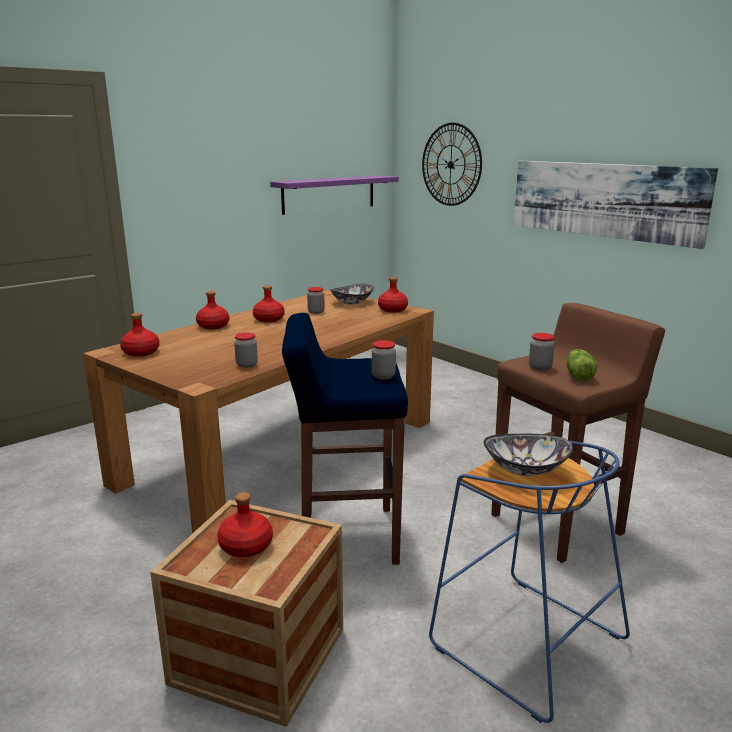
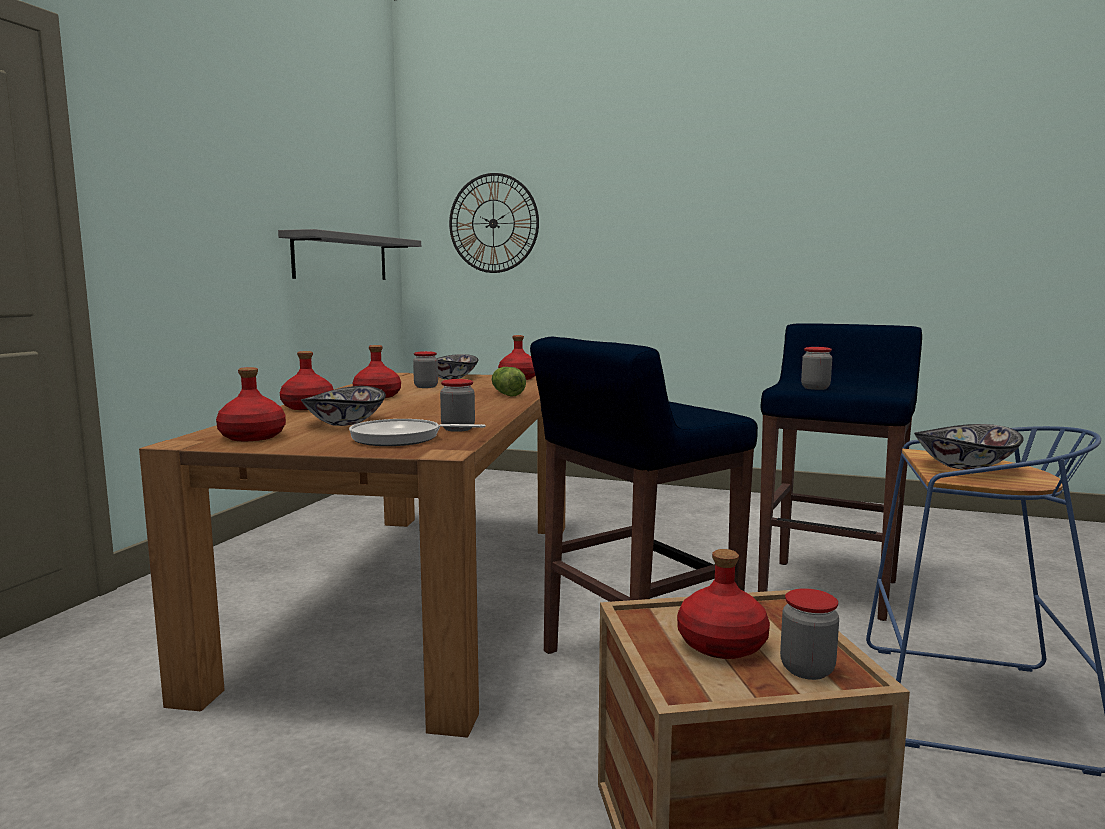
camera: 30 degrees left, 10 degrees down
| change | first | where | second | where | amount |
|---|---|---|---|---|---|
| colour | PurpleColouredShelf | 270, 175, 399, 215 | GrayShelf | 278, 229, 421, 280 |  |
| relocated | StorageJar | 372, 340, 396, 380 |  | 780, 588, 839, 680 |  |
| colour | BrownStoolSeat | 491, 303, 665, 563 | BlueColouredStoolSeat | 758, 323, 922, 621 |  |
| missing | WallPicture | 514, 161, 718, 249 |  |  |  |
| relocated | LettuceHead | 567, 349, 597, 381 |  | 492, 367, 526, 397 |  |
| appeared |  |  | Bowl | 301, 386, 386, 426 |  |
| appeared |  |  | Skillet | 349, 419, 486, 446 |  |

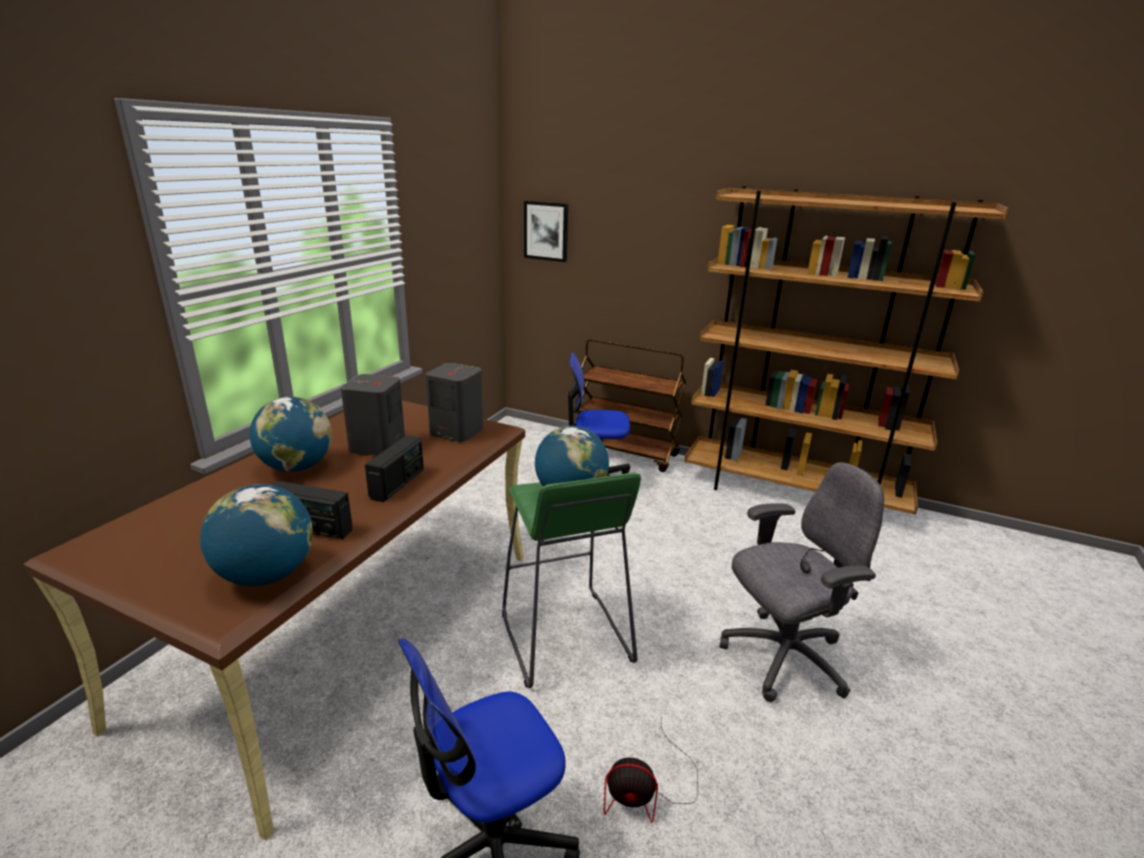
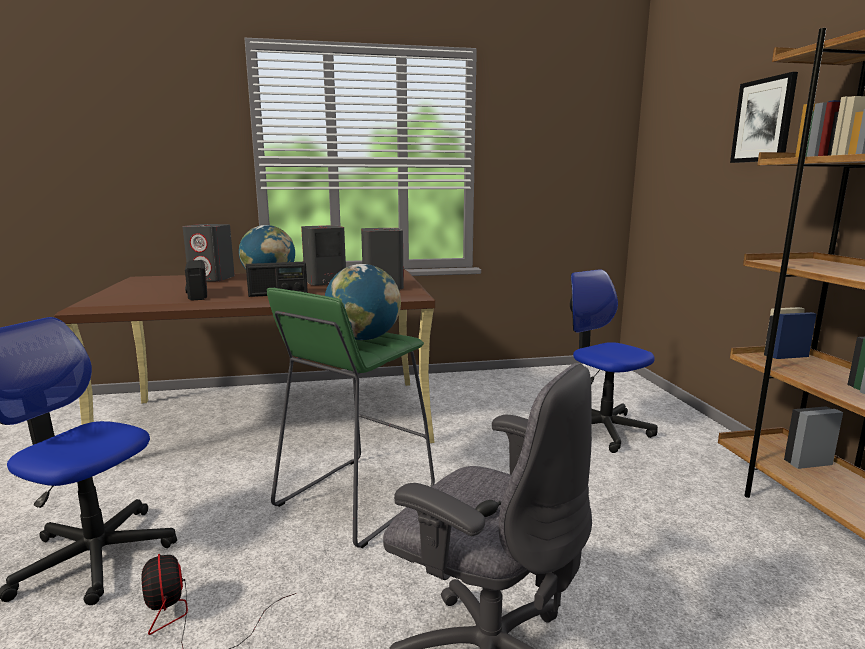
camera: 55 degrees right, 10 degrees down
| change | first | where | second | where | amount |
|---|---|---|---|---|---|
| missing | WorldGlobe | 200, 484, 313, 586 |  |  |  |
| relocated | WallPicture | 524, 201, 568, 262 |  | 730, 72, 798, 163 |  |
| missing | BrownCart | 577, 339, 686, 472 |  |  |  |
| appeared |  |  | GrayLoudspeaker | 182, 224, 235, 282 |  |

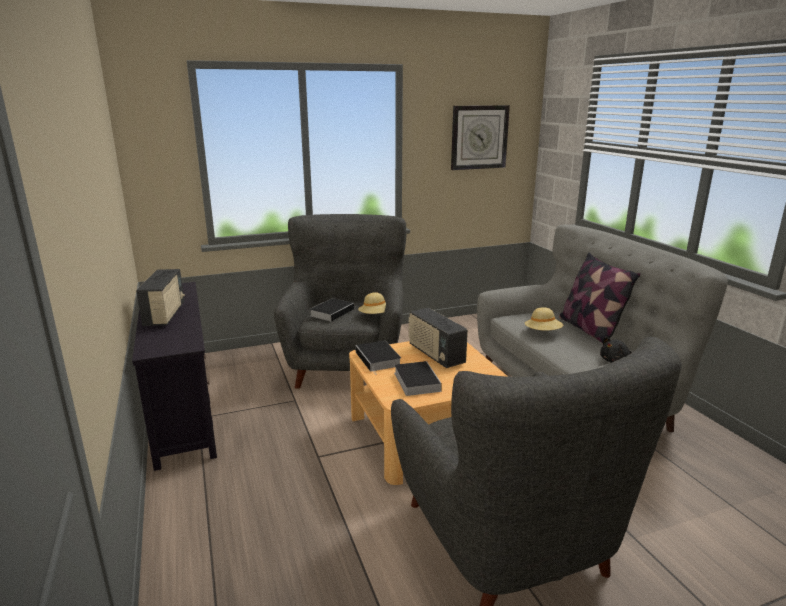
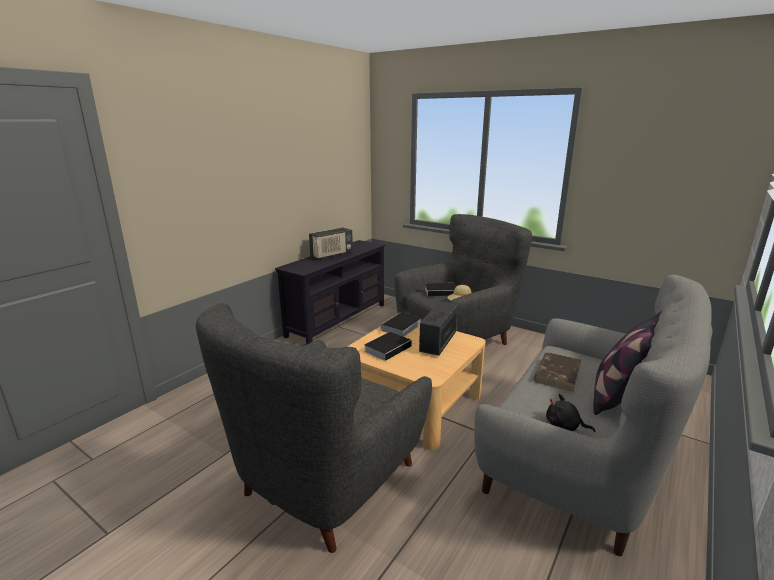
camera: 55 degrees right, 0 degrees up
| change | first | where | second | where | amount |
|---|---|---|---|---|---|
| missing | WallClock | 451, 105, 510, 170 |  |  |  |
| exchanged | BeigeColouredClothingHat | 525, 307, 564, 330 | BrownVolume | 534, 352, 581, 392 |  |

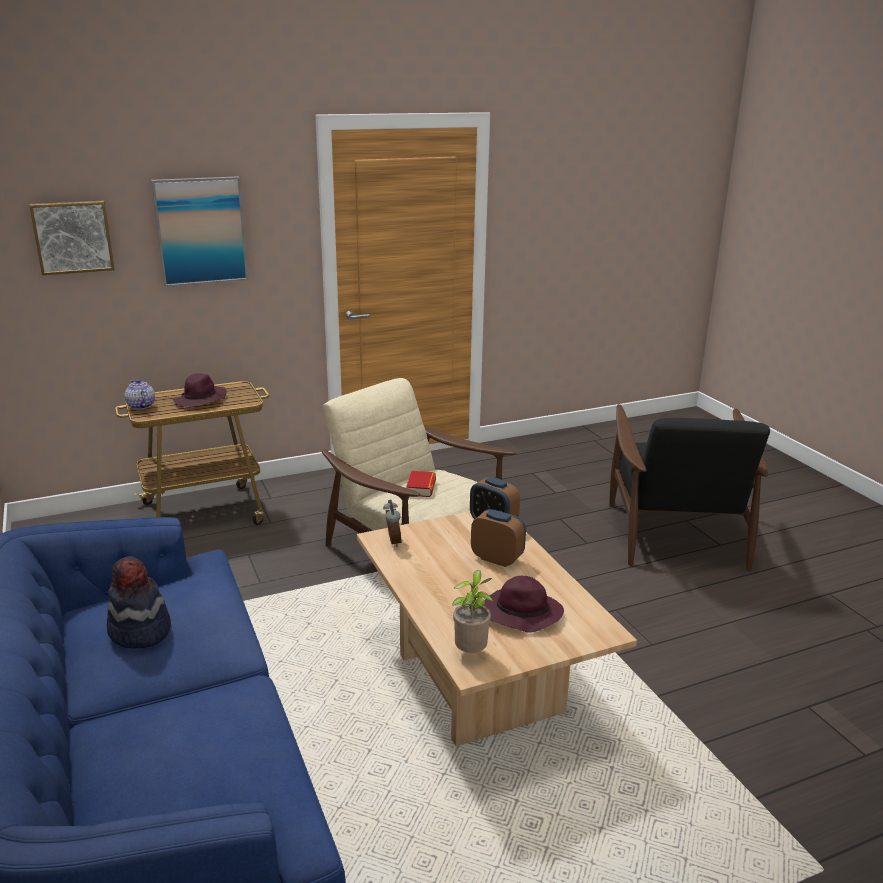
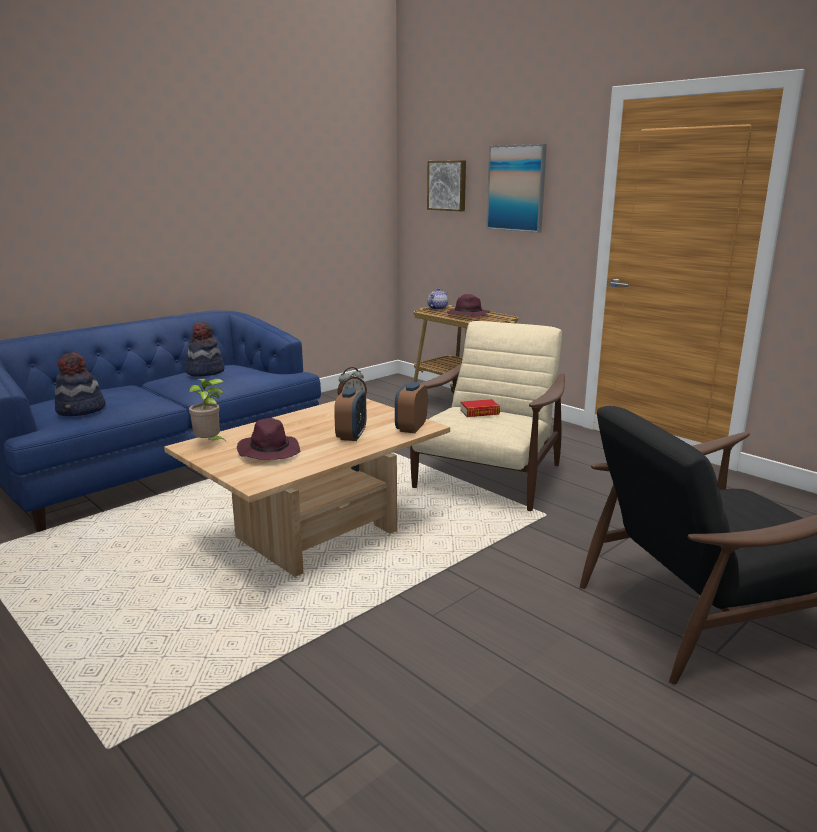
camera: 70 degrees right, 5 degrees down
| change | first | where | second | where | amount |
|---|---|---|---|---|---|
| appeared |  |  | ClothingHat | 55, 352, 106, 416 |  |

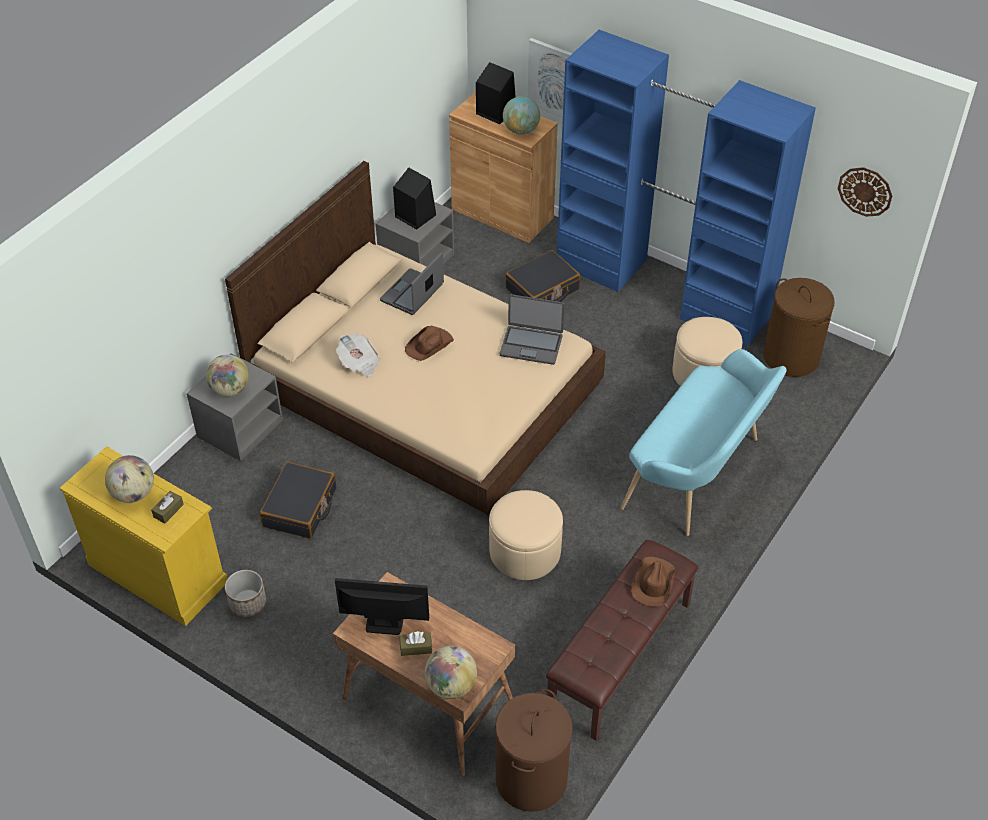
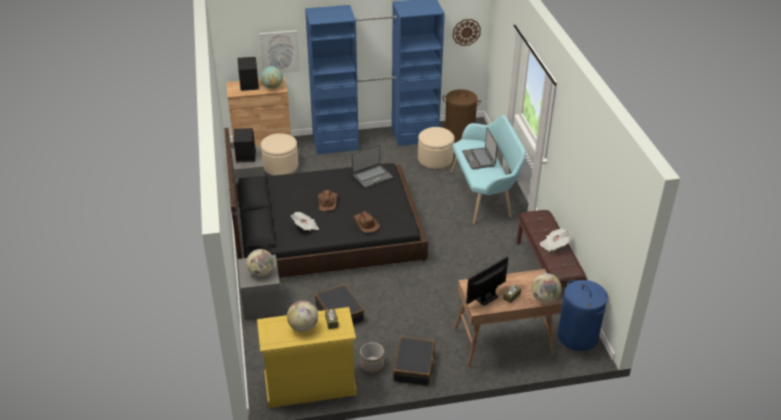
camera: 45 degrees left, 10 degrees down
| change | first | where | second | where | amount |
|---|---|---|---|---|---|
| colour | BeigeColouredSleepingBed | 225, 161, 606, 515 | BlackColouredSleepingBed | 224, 128, 428, 278 |  |
| relocated | NotebookComputer | 380, 252, 444, 315 |  | 462, 127, 498, 169 |  |
| relocated | BeigeColouredPouffe | 489, 490, 563, 580 |  | 261, 133, 298, 175 |  |
| colour | BrownLaundryBasket | 495, 689, 573, 812 | BlueColouredLaundryBasket | 558, 280, 608, 351 |  |
| relocated | BlackColouredTravelCase | 505, 250, 580, 302 |  | 393, 337, 435, 386 |  |
| relocated | BrownClothingHat | 631, 557, 676, 607 |  | 353, 211, 380, 233 |  |
| appeared |  |  | DailyPaper | 540, 228, 571, 252 |  |

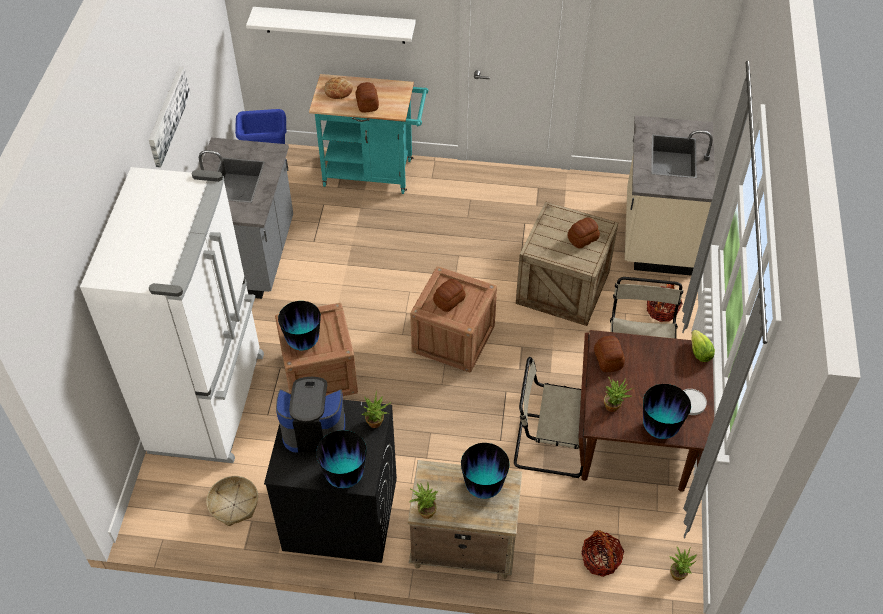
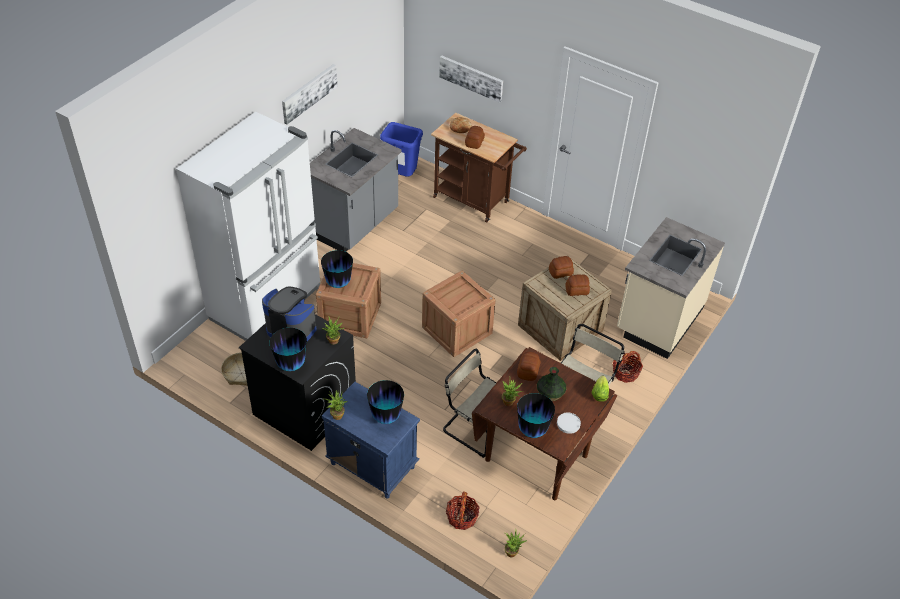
camera: 25 degrees right, 5 degrees down
| change | first | where | second | where | amount |
|---|---|---|---|---|---|
| exchanged | WhiteColouredShelf | 246, 7, 416, 44 | WallPicture | 439, 56, 503, 103 |  |
| colour | TurquoiseCart | 309, 74, 428, 194 | BrownCart | 431, 113, 527, 223 |  |
| colour | BeigeColouredNightstand | 408, 460, 522, 579 | BlueColouredNightstand | 322, 382, 420, 499 |  |
| relocated | BakedBread | 433, 279, 466, 312 |  | 549, 256, 574, 279 |  |
| appeared |  |  | Vase | 537, 367, 567, 401 |  |

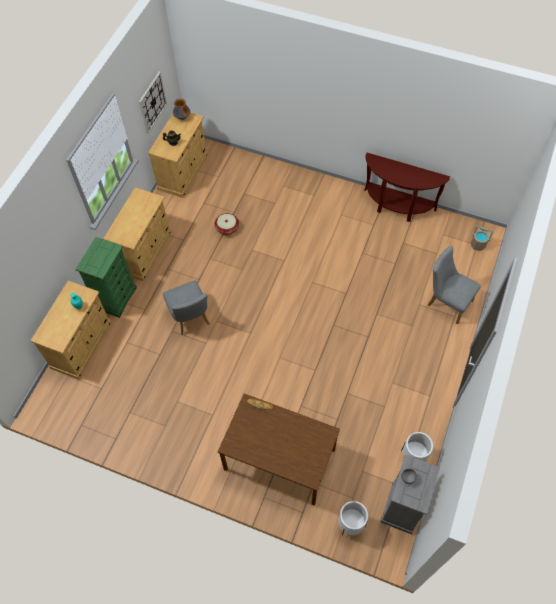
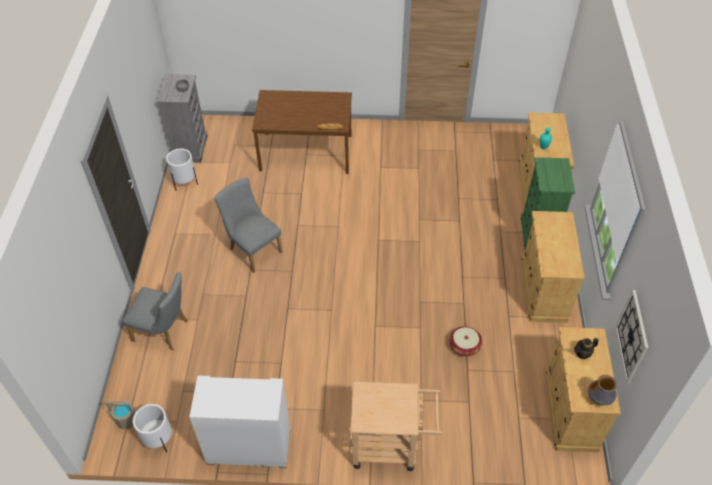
camera: 160 degrees right, 10 degrees down
| change | first | where | second | where | amount |
|---|---|---|---|---|---|
| relocated | GrayChair | 163, 280, 210, 335 |  | 214, 177, 283, 273 |  |
| relocated | WhiteColouredFlowerPot | 338, 501, 368, 536 |  | 133, 404, 172, 452 |  |
| exchanged | BrownHallTable | 365, 153, 450, 222 | WhiteColouredStorageCabinet | 189, 376, 290, 468 |  |
| appeared |  |  | BeigeColouredCart | 349, 381, 442, 471 |  |

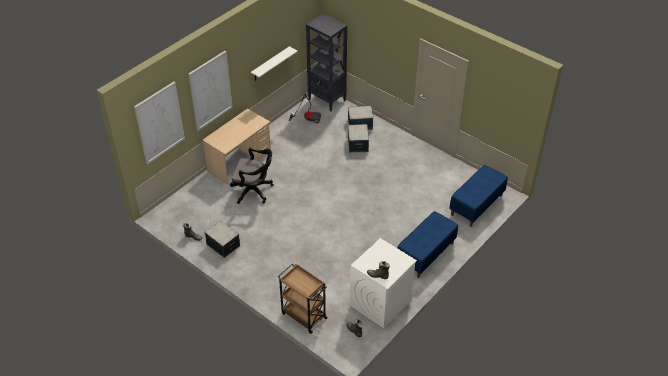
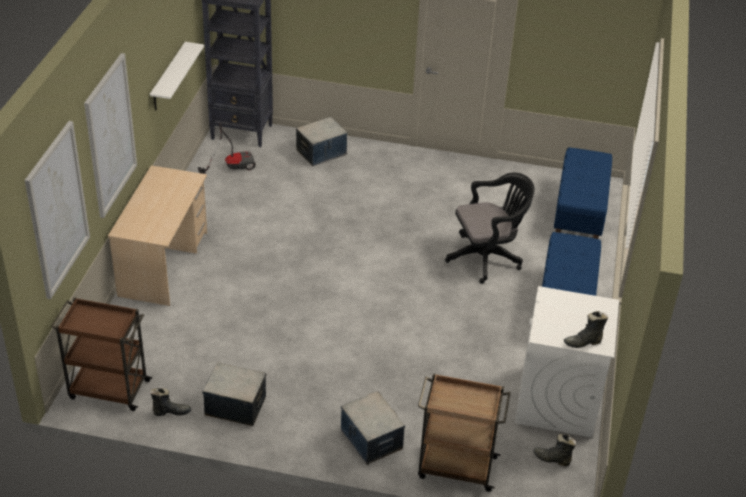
camera: 30 degrees left, 5 degrees down
| change | first | where | second | where | amount |
|---|---|---|---|---|---|
| relocated | BlackColouredComputerChair | 230, 148, 274, 204 |  | 445, 173, 535, 284 |  |
| relocated | StorageBox | 348, 124, 369, 153 |  | 341, 391, 405, 465 |  |
| appeared |  |  | BrownCart | 51, 298, 153, 411 |  |

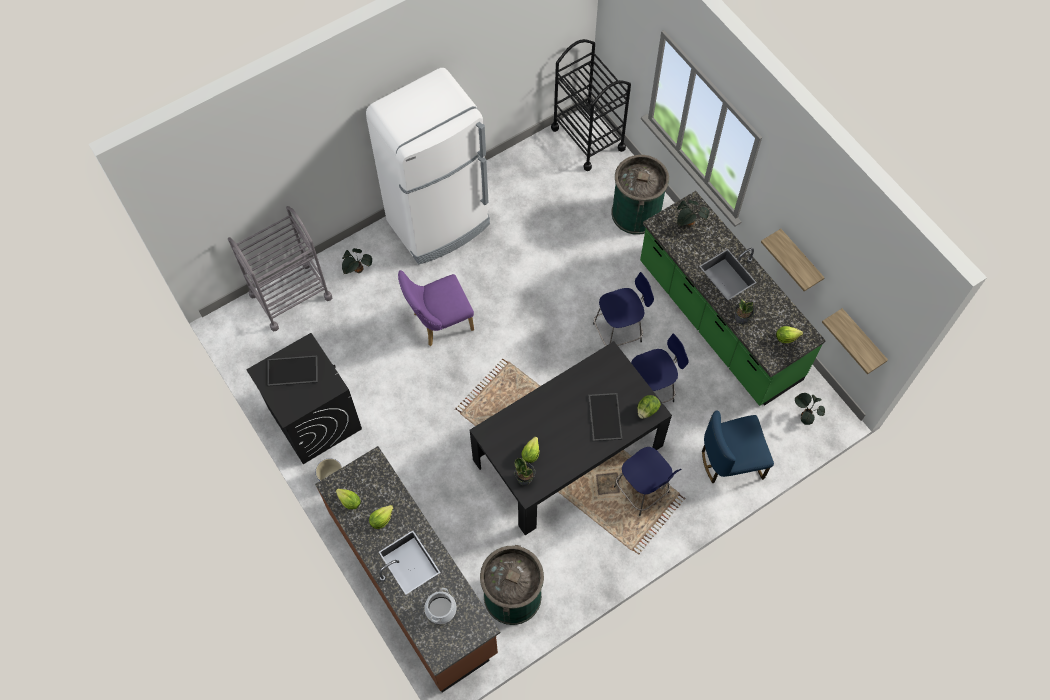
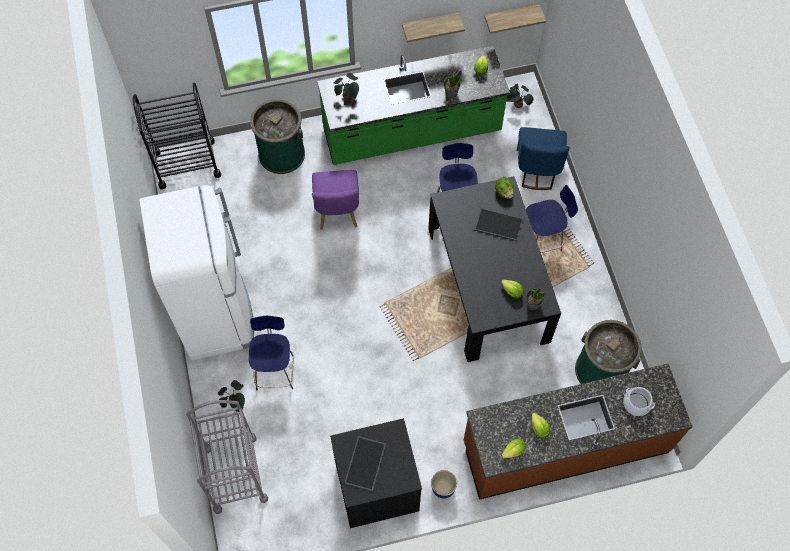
camera: 70 degrees left, 0 degrees up
| change | first | where | second | where | amount |
|---|---|---|---|---|---|
| relocated | PurpleColouredChair | 398, 270, 474, 346 |  | 312, 170, 359, 230 |  |
| relocated | BlueColouredStoolSeat | 593, 272, 654, 346 |  | 249, 316, 294, 390 |  |

